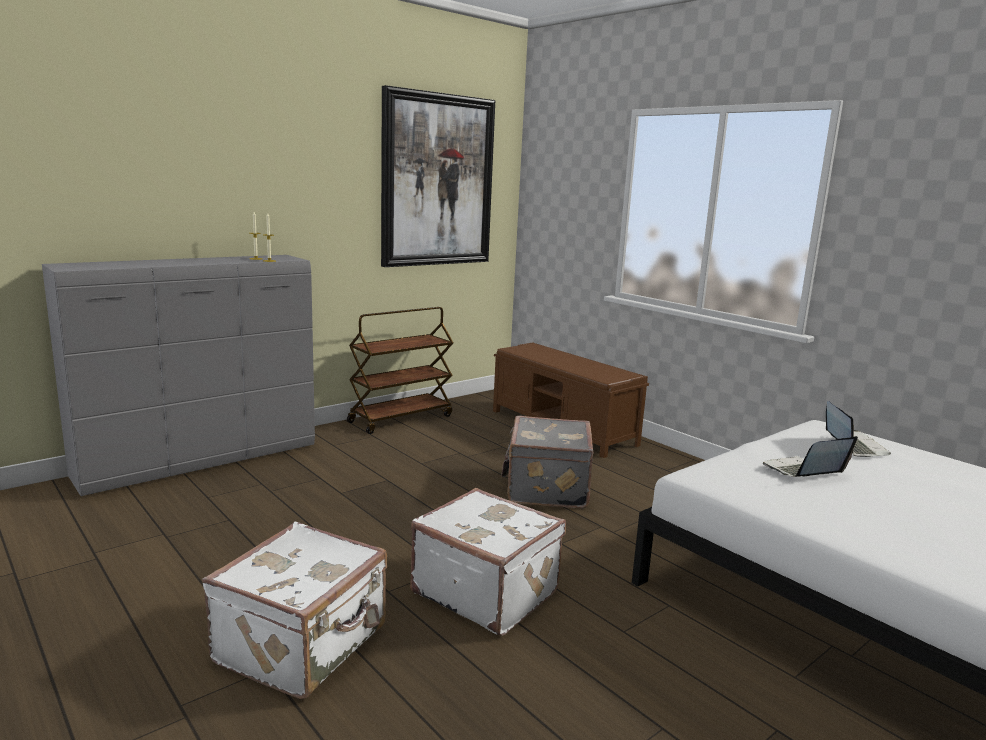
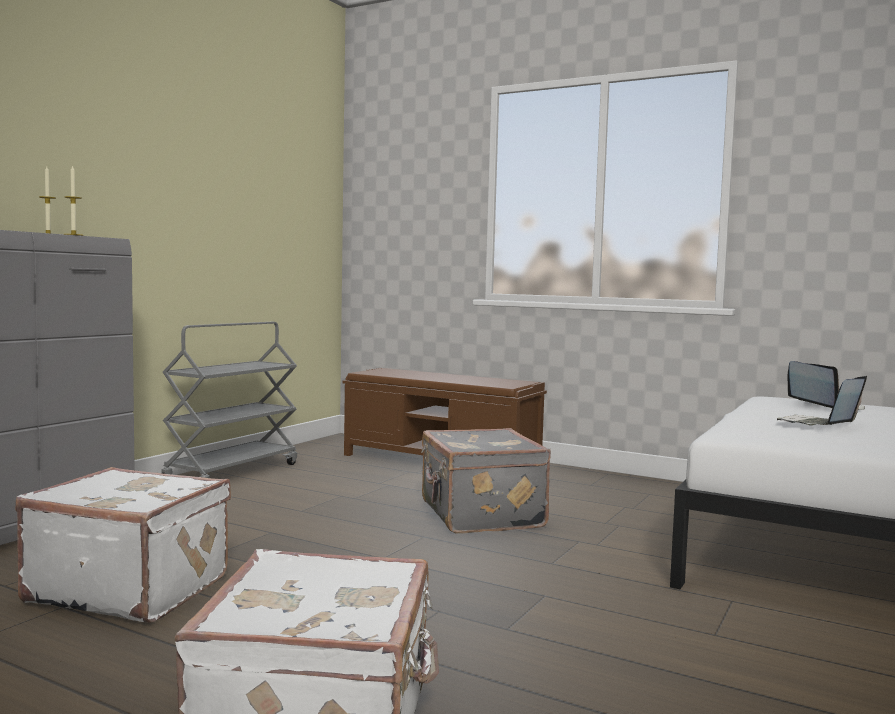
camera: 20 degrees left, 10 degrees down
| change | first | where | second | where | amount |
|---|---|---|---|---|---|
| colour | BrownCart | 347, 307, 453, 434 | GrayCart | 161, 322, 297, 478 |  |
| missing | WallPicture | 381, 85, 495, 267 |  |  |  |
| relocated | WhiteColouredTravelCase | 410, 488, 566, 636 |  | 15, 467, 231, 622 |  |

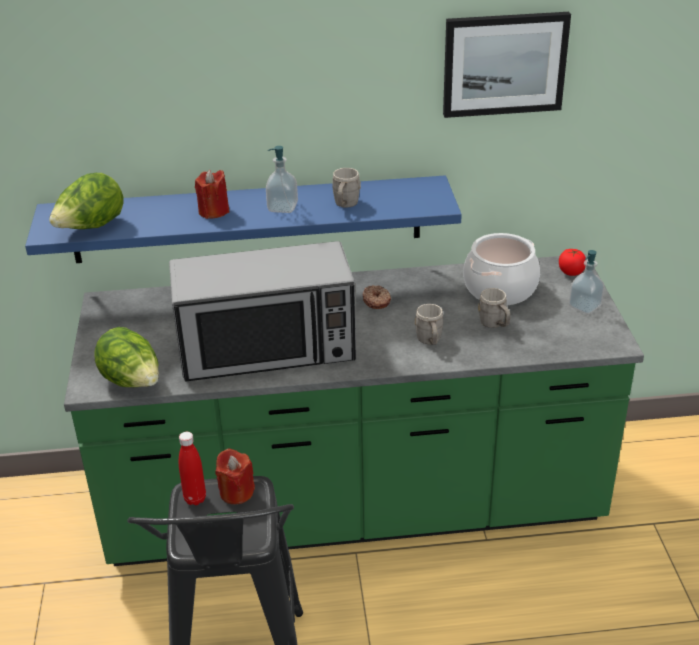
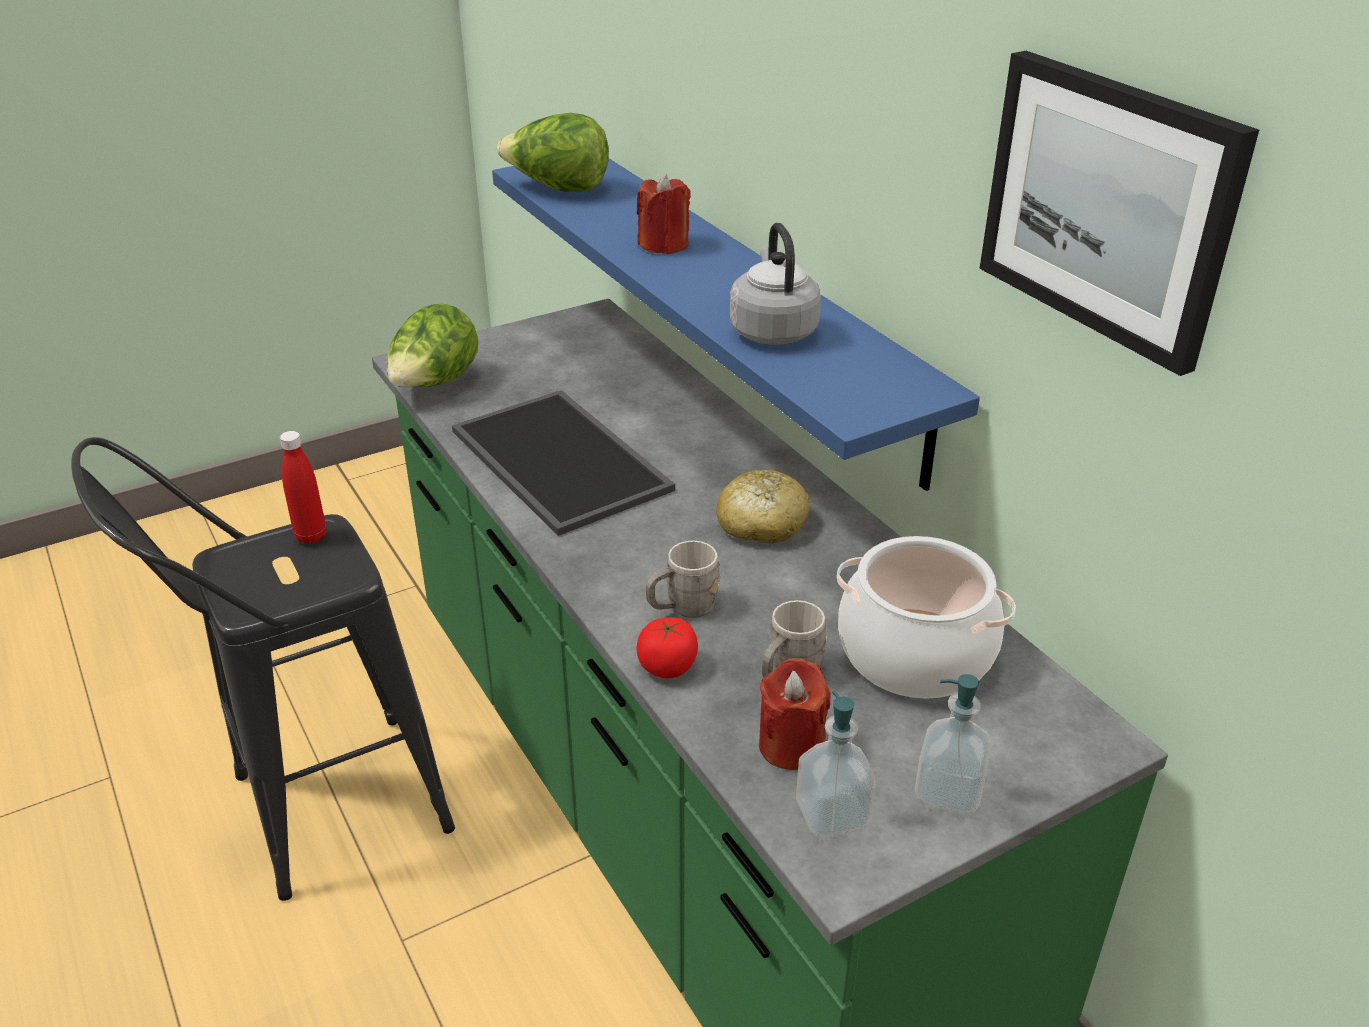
camera: 65 degrees right, 0 degrees up
| change | first | where | second | where | amount |
|---|---|---|---|---|---|
| exchanged | Microwave | 169, 241, 356, 381 | CarryingTray | 452, 390, 675, 536 |  |
| relocated | RedWaxCandle | 215, 449, 255, 504 |  | 759, 658, 831, 770 |  |
| relocated | SoapDispenser | 266, 146, 298, 213 |  | 796, 691, 876, 838 |  |
| exchanged | GrayTeaMug | 332, 168, 361, 208 | GrayKettle | 730, 223, 821, 345 |  |
| exchanged | RingDoughnut | 363, 285, 391, 309 | BakedBread | 716, 470, 810, 544 |  |
| relocated | Tomato | 559, 249, 586, 276 |  | 636, 617, 698, 678 |  |

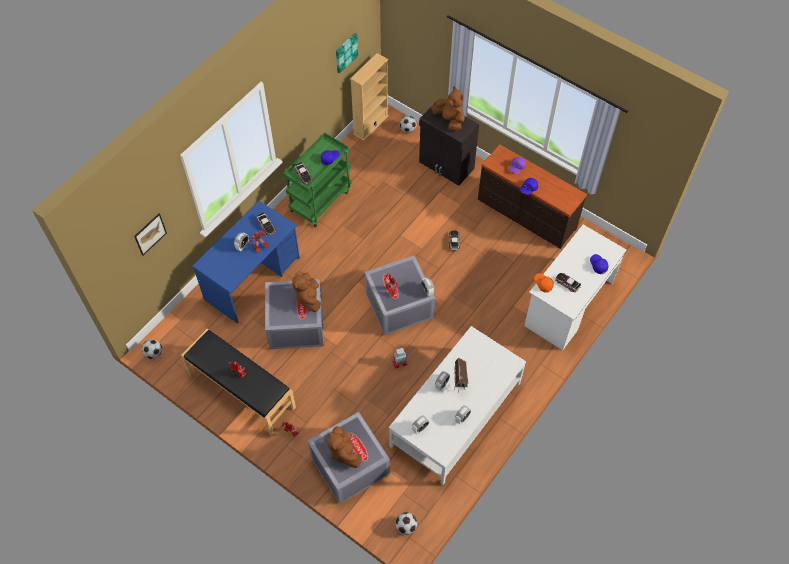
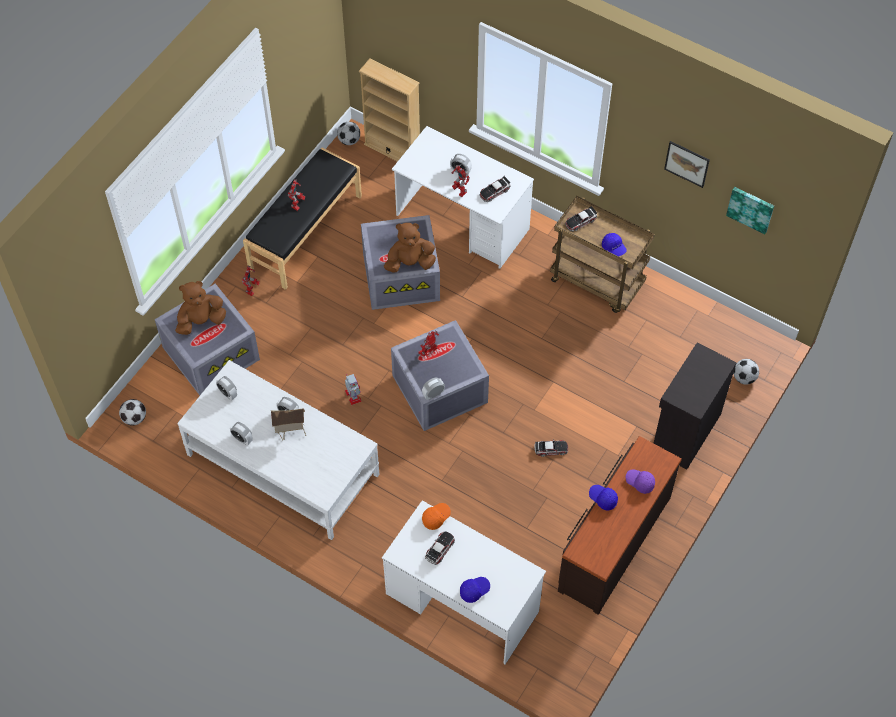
camera: 85 degrees right, 0 degrees up
| change | first | where | second | where | amount |
|---|---|---|---|---|---|
| relocated | WallPicture | 134, 213, 167, 256 |  | 664, 141, 710, 188 |  |
| colour | BlueColouredDeskTable | 192, 201, 300, 324 | WhiteColouredDeskTable | 392, 126, 534, 269 |  |
| colour | GreenColouredCart | 283, 133, 352, 227 | BrownCart | 550, 196, 655, 313 |  |
| relocated | BeigeColouredShelvingUnit | 350, 53, 389, 141 |  | 359, 58, 420, 162 |  |
| missing | BrownPlushToy | 432, 87, 465, 131 |  |  |  |

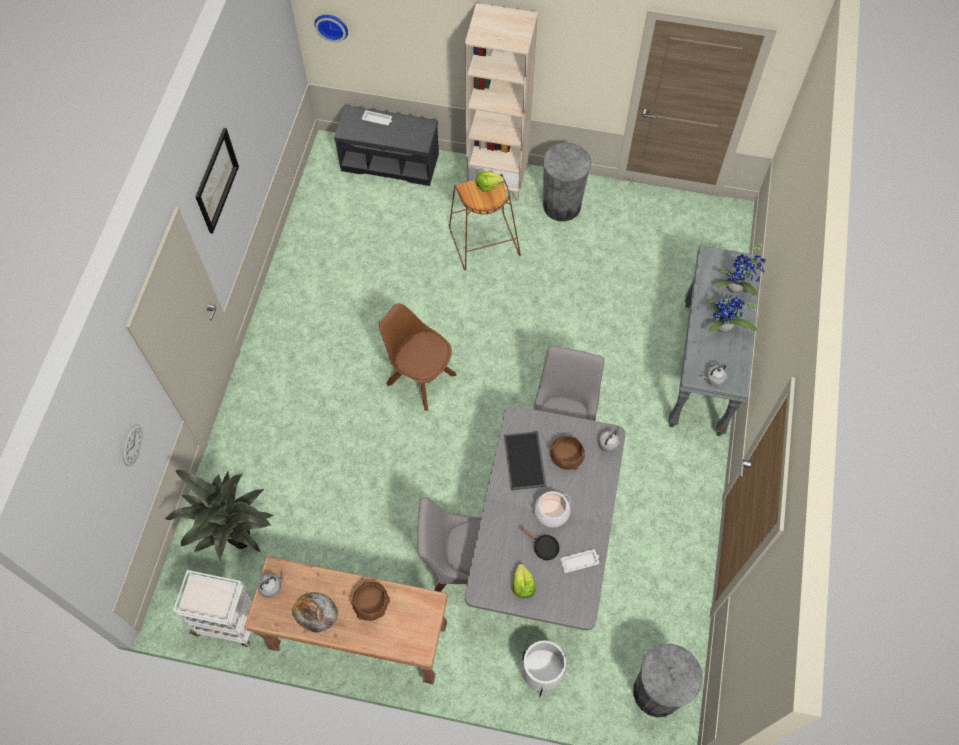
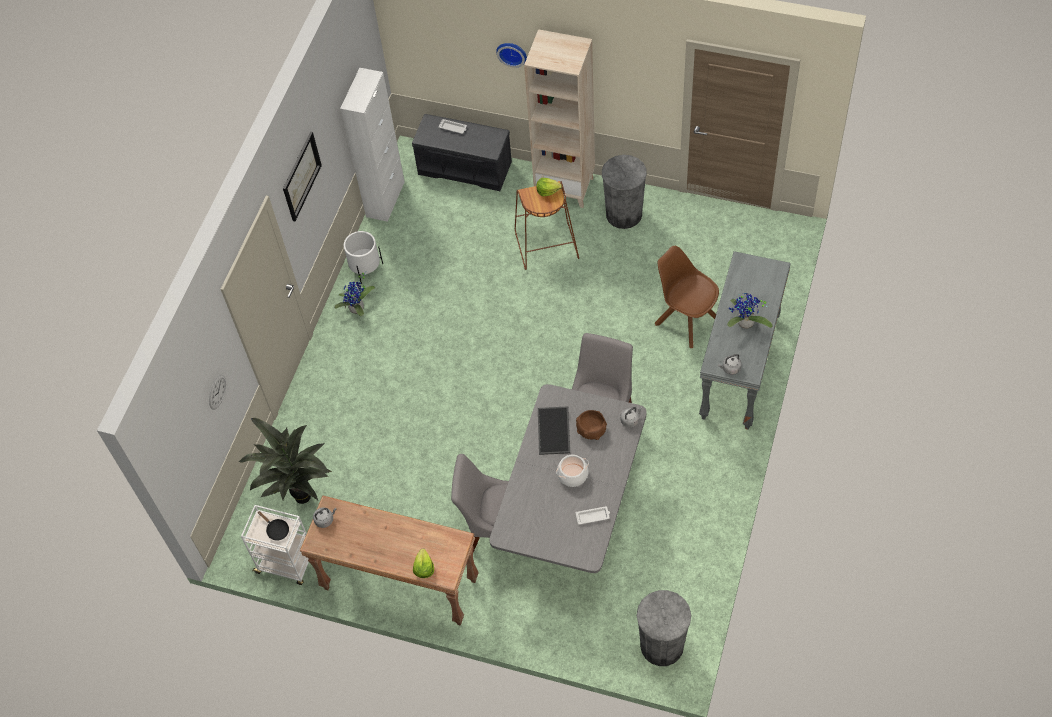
camera: 10 degrees right, 5 degrees down
| change | first | where | second | where | amount |
|---|---|---|---|---|---|
| missing | BakedBread | 292, 592, 338, 633 |  |  |  |
| relocated | WallClock | 314, 15, 348, 42 |  | 496, 43, 527, 68 |  |
| missing | BrownBowl | 351, 581, 390, 621 |  |  |  |
| relocated | BrownChair | 379, 303, 457, 411 |  | 655, 246, 719, 348 |  |
| relocated | LettuceHead | 512, 564, 536, 598 |  | 413, 549, 434, 578 |  |
| relocated | BlackColouredSkillet | 520, 527, 559, 560 |  | 258, 511, 289, 541 |  |
| relocated | WhiteColouredFlowerPot | 522, 640, 566, 697 |  | 344, 231, 383, 284 |  |
| relocated | PlantInAPot | 716, 243, 766, 296 |  | 334, 271, 375, 316 |  |
| appeared |  |  | WhiteColouredStorageCabinet | 340, 68, 405, 222 |  |

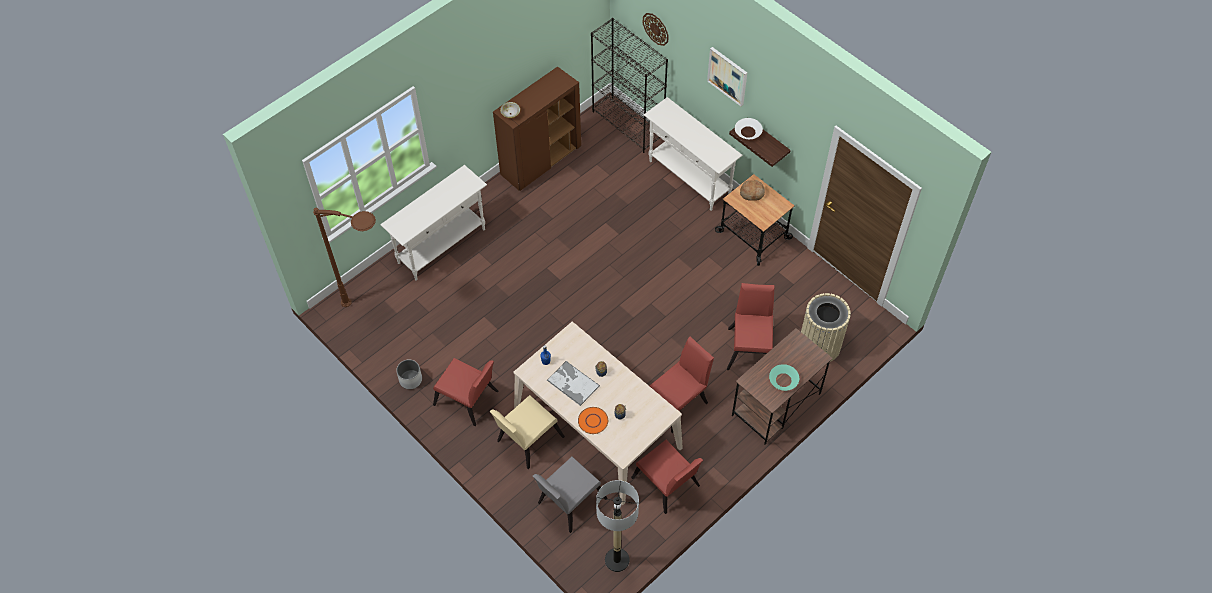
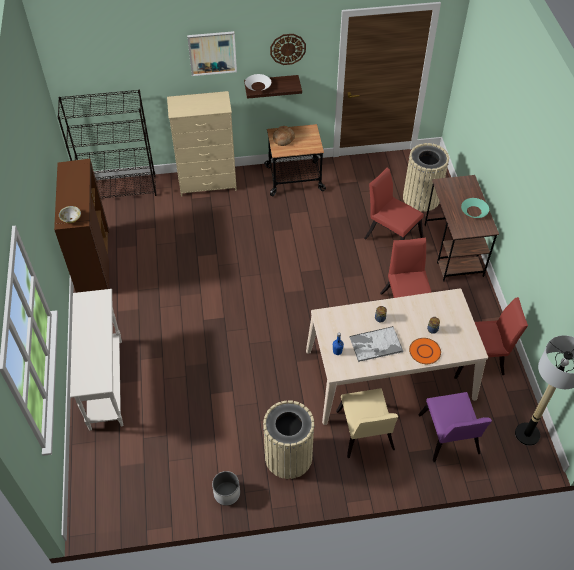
camera: 55 degrees left, 5 degrees down
| change | first | where | second | where | amount |
|---|---|---|---|---|---|
| missing | BrownFloorLamp | 313, 208, 376, 307 |  |  |  |
| exchanged | RedChair | 433, 358, 498, 426 | BeigeColouredWasteBin | 263, 400, 315, 479 |  |
| colour | GrayChair | 533, 457, 607, 533 | PurpleColouredChair | 418, 392, 492, 462 |  |
| relocated | WallClock | 643, 13, 669, 46 |  | 270, 34, 306, 65 |  |
| exchanged | WhiteColouredHallTable | 644, 97, 743, 211 | BeigeColouredDresser | 167, 91, 237, 196 |  |

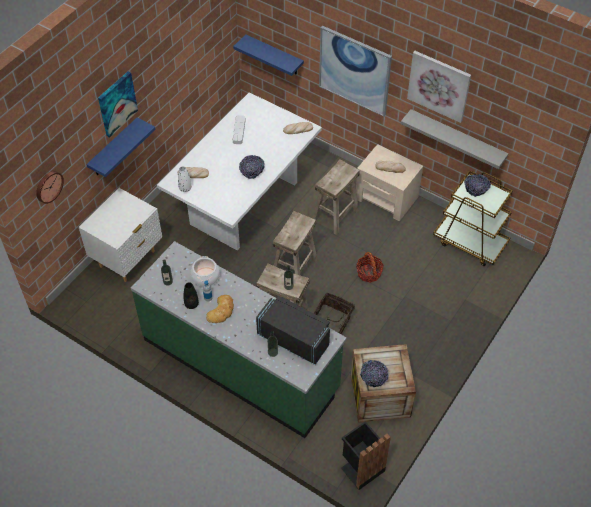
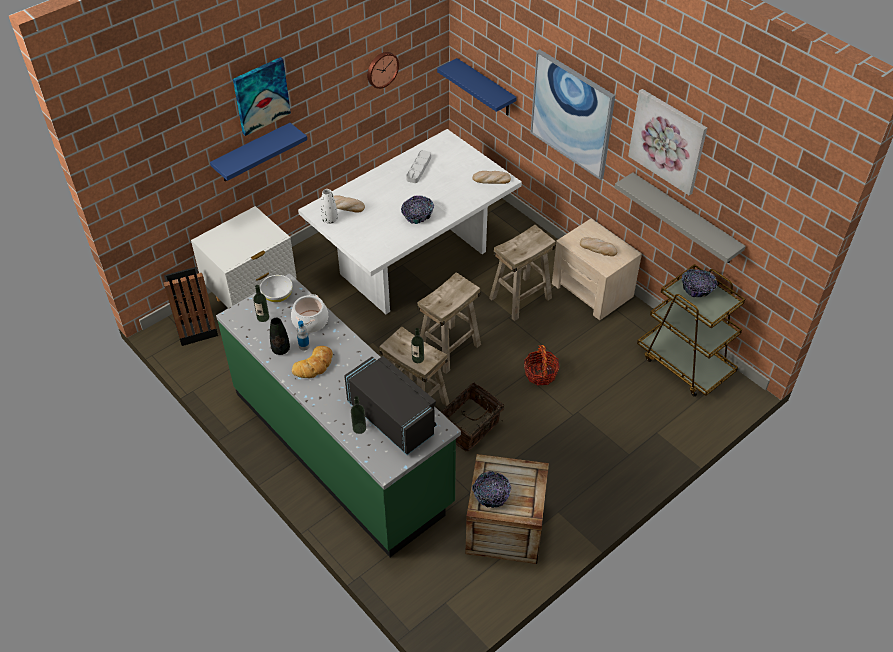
camera: 15 degrees right, 5 degrees down
| change | first | where | second | where | amount |
|---|---|---|---|---|---|
| relocated | WallClock | 36, 171, 64, 204 |  | 367, 52, 399, 89 |  |
| relocated | BlackColouredWasteBin | 341, 421, 391, 490 |  | 164, 267, 218, 346 |  |
| appeared |  |  | WhiteColouredBowl | 260, 275, 293, 302 |  |

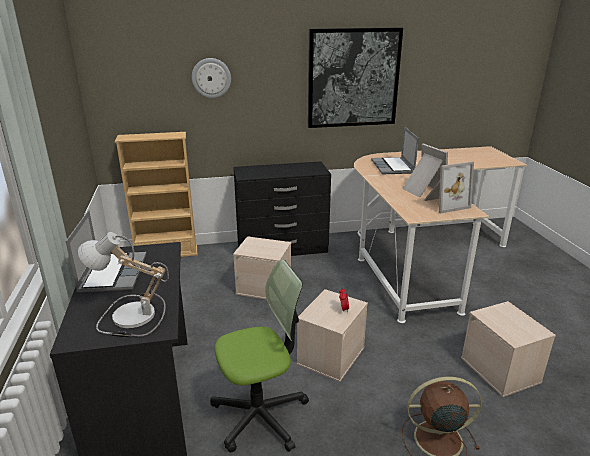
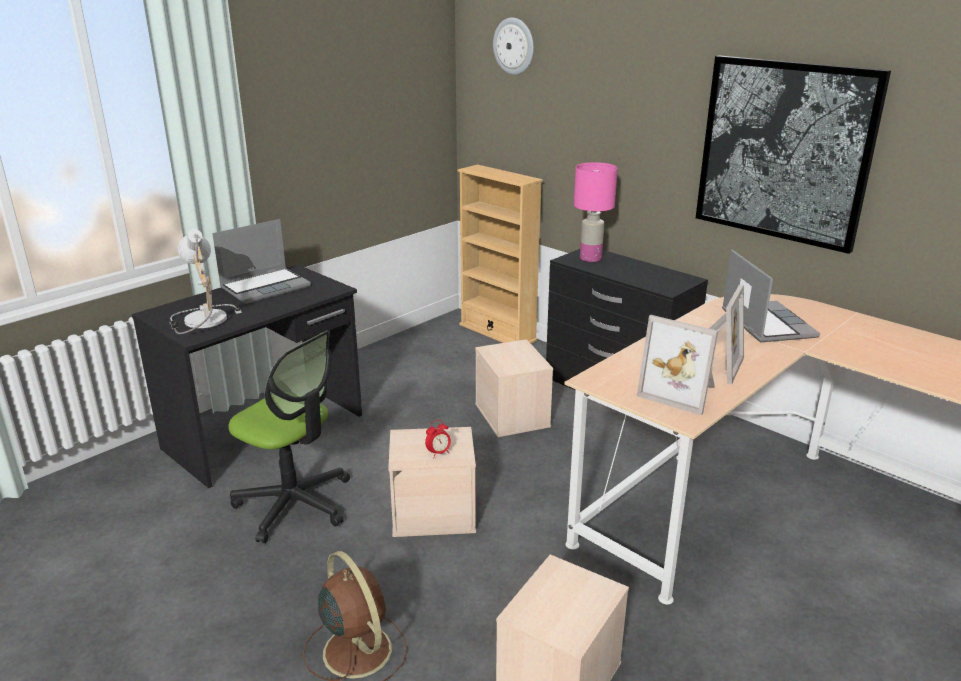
camera: 55 degrees right, 0 degrees up
| change | first | where | second | where | amount |
|---|---|---|---|---|---|
| relocated | WallClock | 192, 58, 231, 98 |  | 493, 18, 534, 75 |  |
| spun | NotebookComputer | 371, 126, 419, 174 |  | 722, 250, 820, 342 | 120 degrees clockwise |
| appeared |  |  | PinkColouredTableLamp | 574, 162, 618, 262 |  |

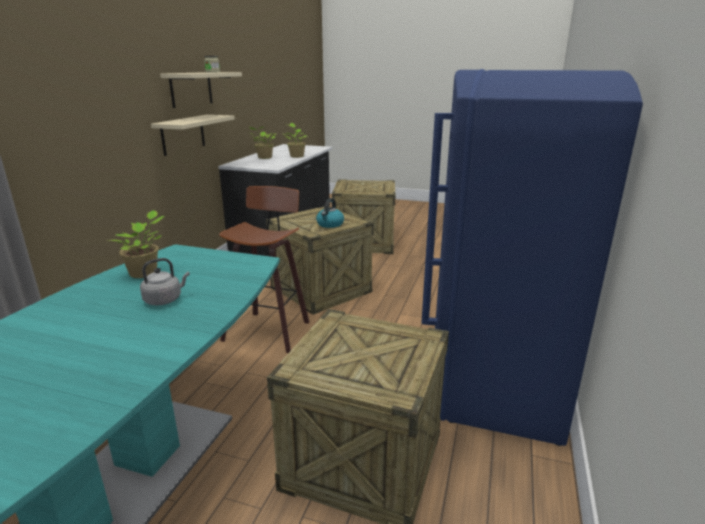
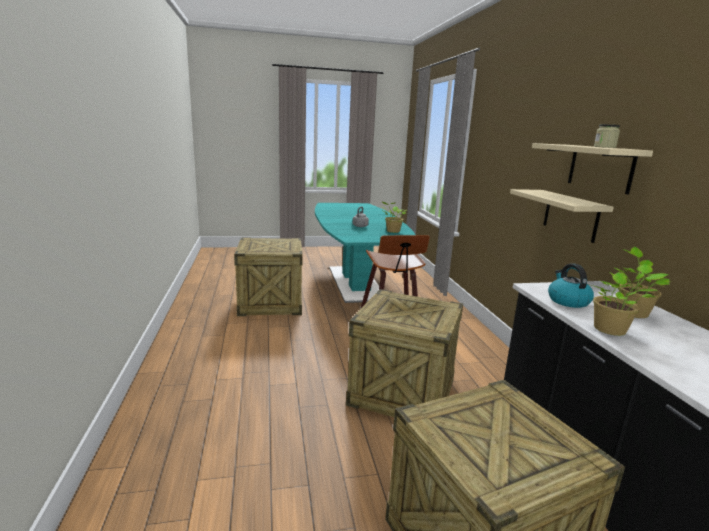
camera: 150 degrees right, 5 degrees down
| change | first | where | second | where | amount |
|---|---|---|---|---|---|
| relocated | Kettle | 316, 198, 344, 228 |  | 548, 264, 594, 308 |  |
| missing | BlueColouredKitchenFridge | 421, 69, 643, 446 |  |  |  |

